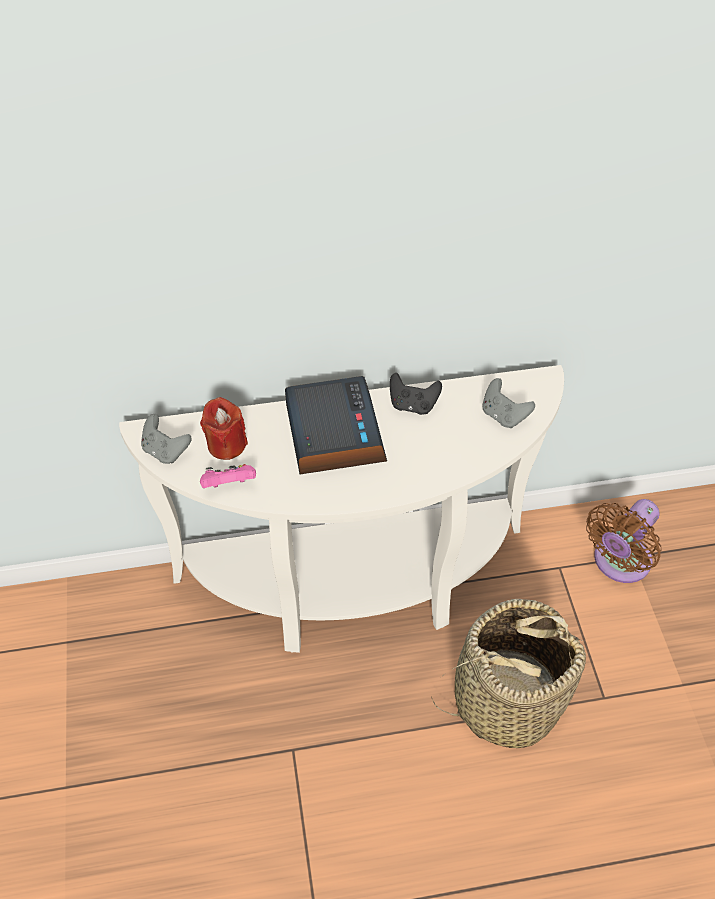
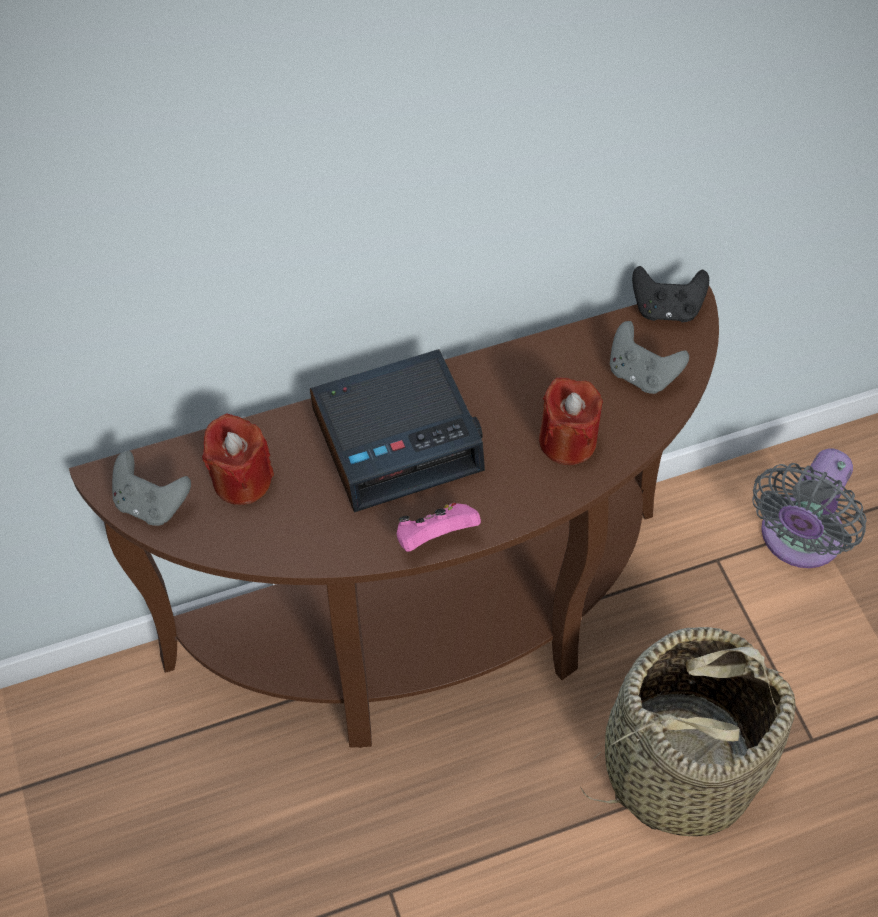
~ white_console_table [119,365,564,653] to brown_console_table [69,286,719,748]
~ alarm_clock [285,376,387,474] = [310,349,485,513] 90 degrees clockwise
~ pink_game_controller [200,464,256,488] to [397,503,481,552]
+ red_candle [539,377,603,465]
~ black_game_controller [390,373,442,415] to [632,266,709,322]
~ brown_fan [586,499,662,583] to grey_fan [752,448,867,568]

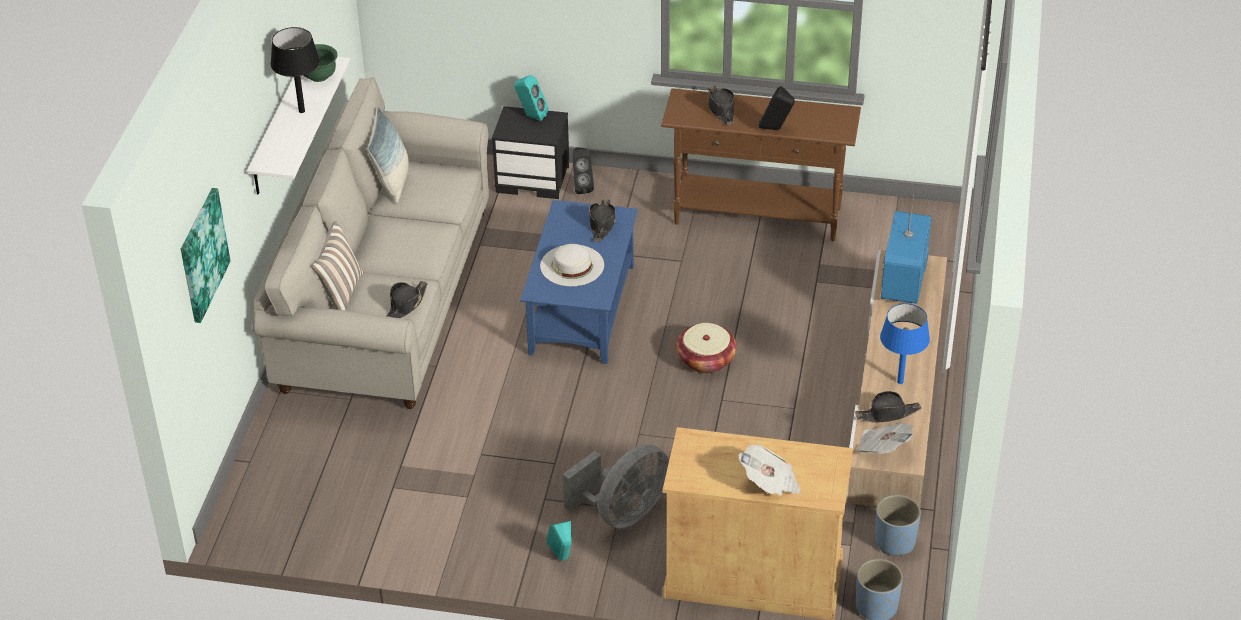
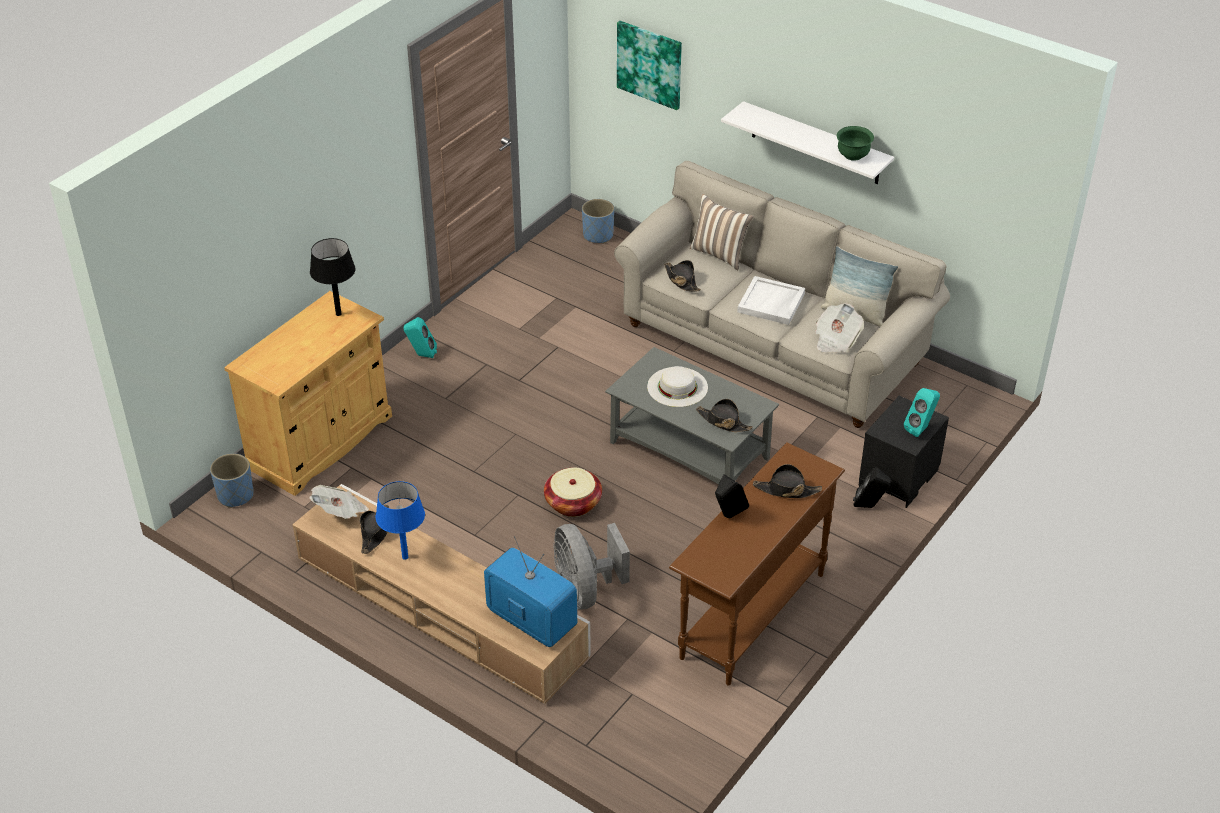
~ black_table_lamp [270,27,320,113] to [310,238,355,316]
~ grey_fan [563,444,669,529] to [554,523,630,609]
~ blue_planter [875,494,921,555] to [582,199,614,244]
~ blue_coffee_table [520,200,638,364] to grey_coffee_table [605,347,779,484]
+ white_tray [737,276,805,325]
~ newspaper [738,444,801,496] to [815,303,864,353]

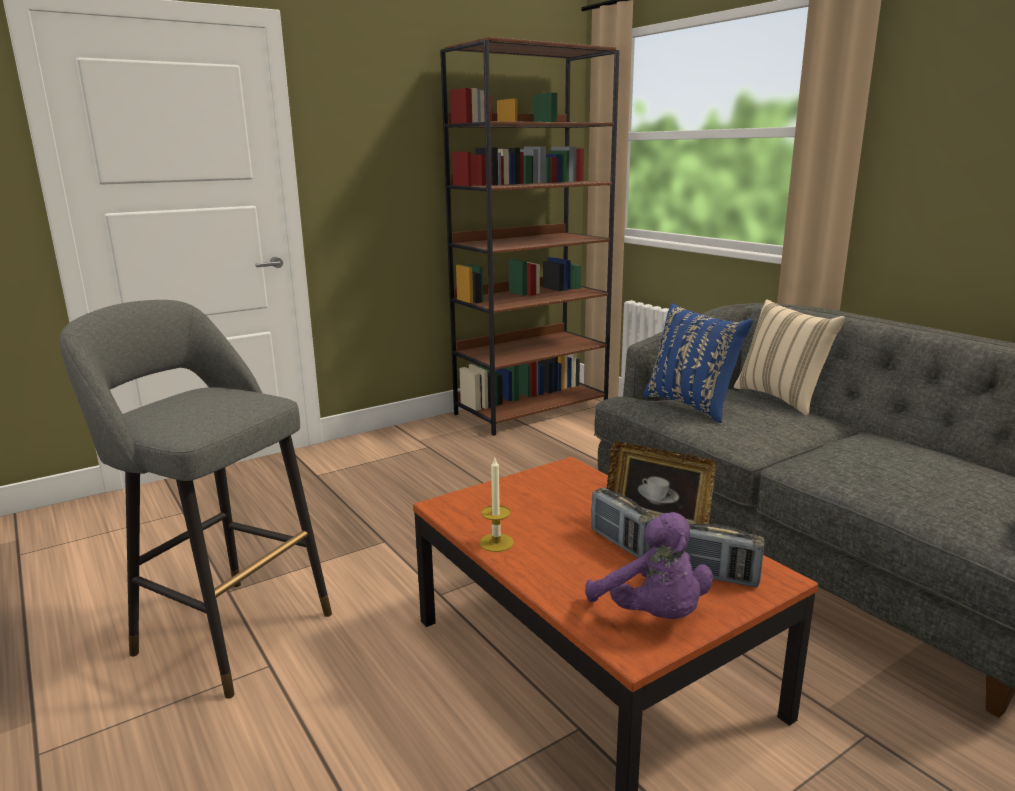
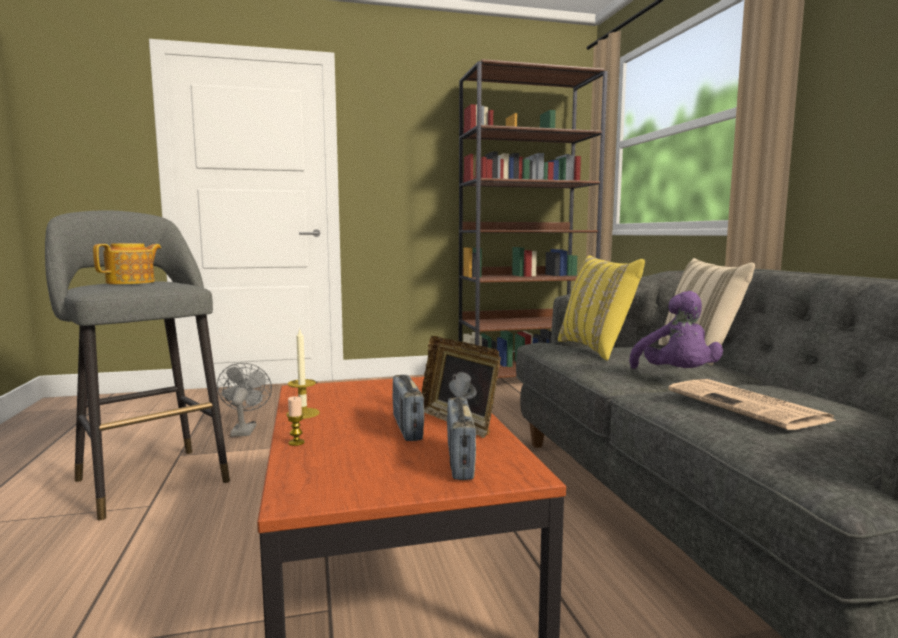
+ teapot [93,243,161,284]
+ grey_fan [217,363,272,437]
+ candle [287,396,305,446]
~ radio [685,523,765,587] = [447,397,476,480] 45 degrees clockwise
~ blue_pillow [643,303,753,423] to yellow_pillow [558,255,645,361]
~ purple_plush_toy [585,512,713,619] to [629,291,723,369]
+ newspaper [668,379,837,430]

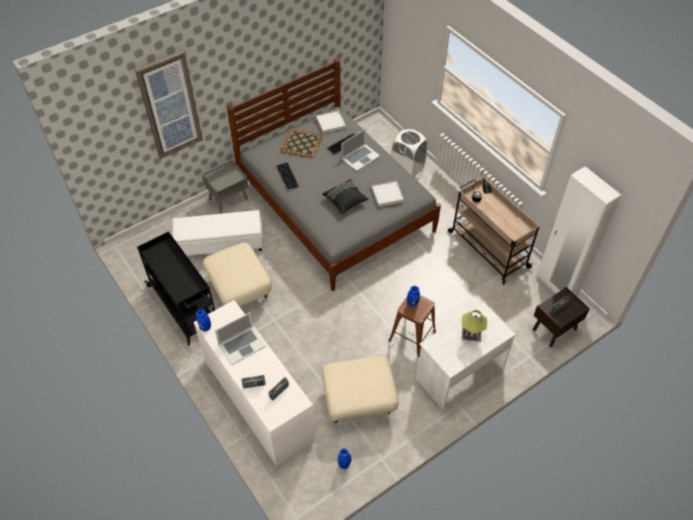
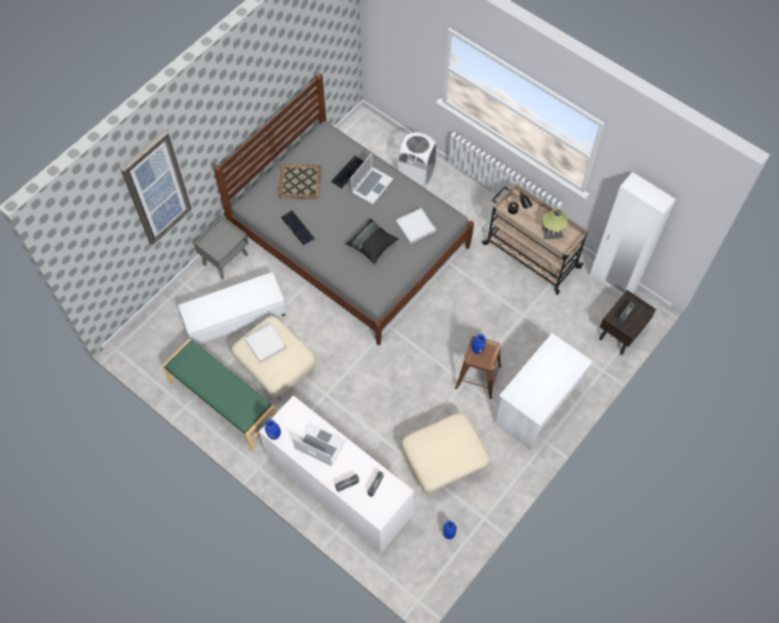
~ black_cart [137,231,215,346] to green_bench [162,338,276,451]
~ white_tray [316,110,346,133] to [245,323,287,363]
~ laptop [215,312,266,365] = [292,422,346,466] 105 degrees counterclockwise
~ table_lamp [462,310,487,342] to [542,209,568,239]

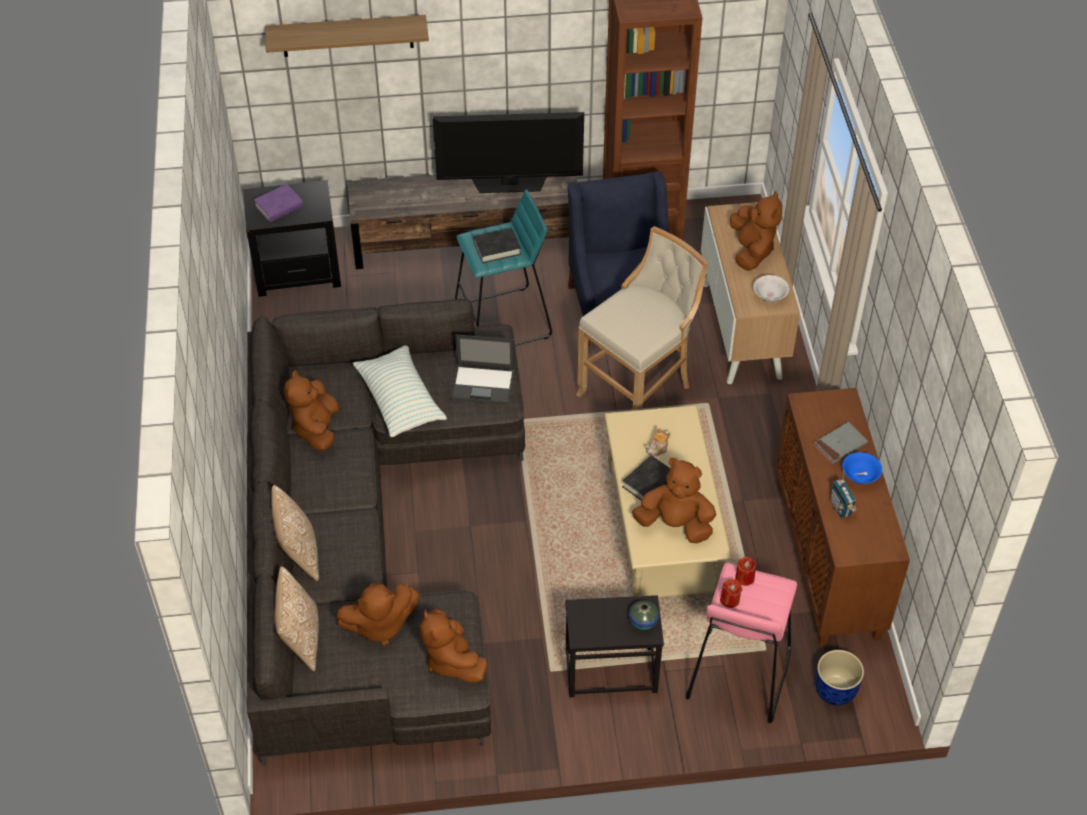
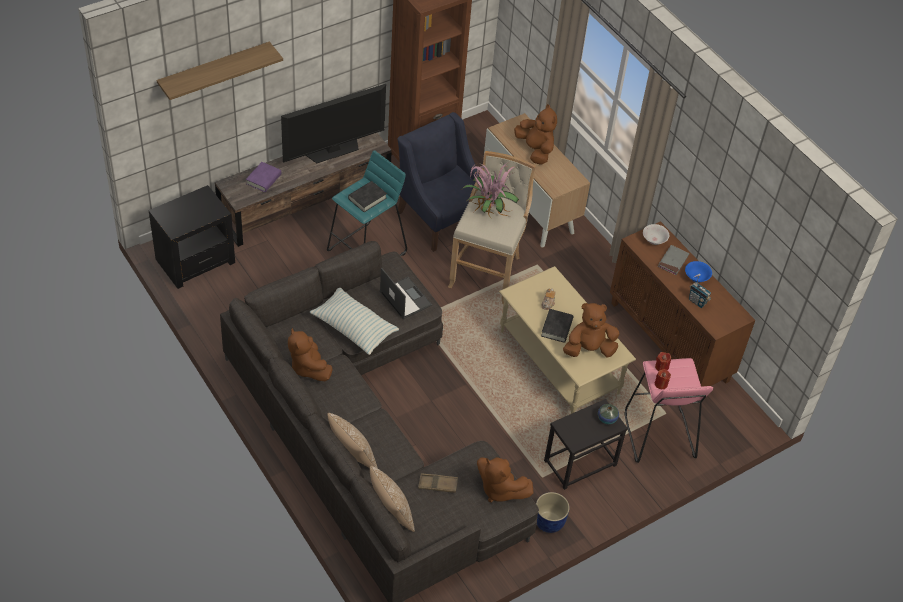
~ purple_book [254,184,304,222] to [246,162,282,192]
~ laptop [451,334,515,405] = [380,267,432,319] 105 degrees counterclockwise
~ brown_plush_toy [337,583,419,645] to brown_tray [418,473,458,493]
+ potted_plant [462,162,519,218]
~ blue_planter [815,650,864,706] to [536,492,570,533]
~ white_bowl [754,275,789,302] to [643,224,669,245]

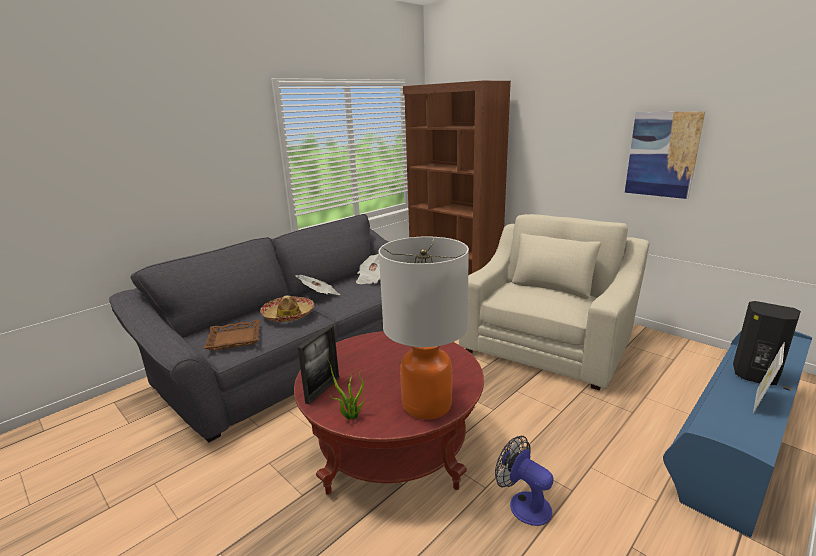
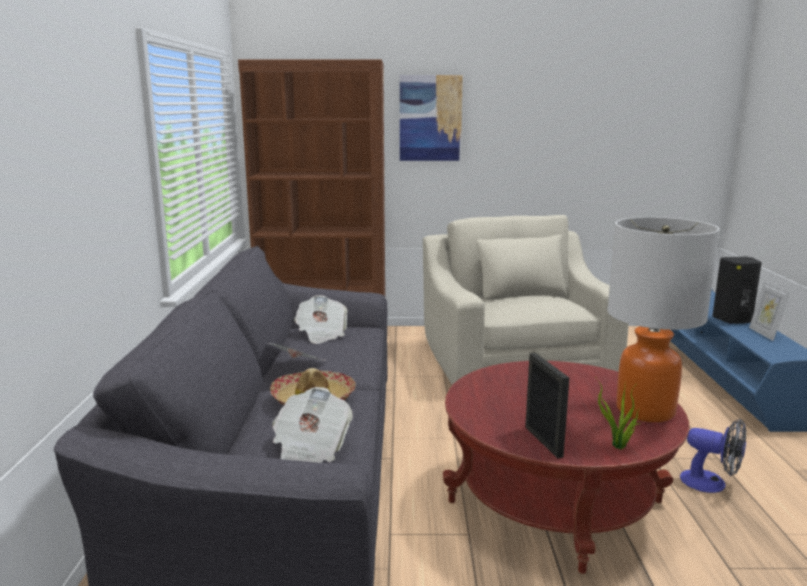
~ brown_tray [204,320,260,351] to newspaper [272,387,353,463]
~ picture [625,111,705,199] to [400,75,463,161]
~ fan [495,436,554,526] = [680,419,746,493] 150 degrees counterclockwise

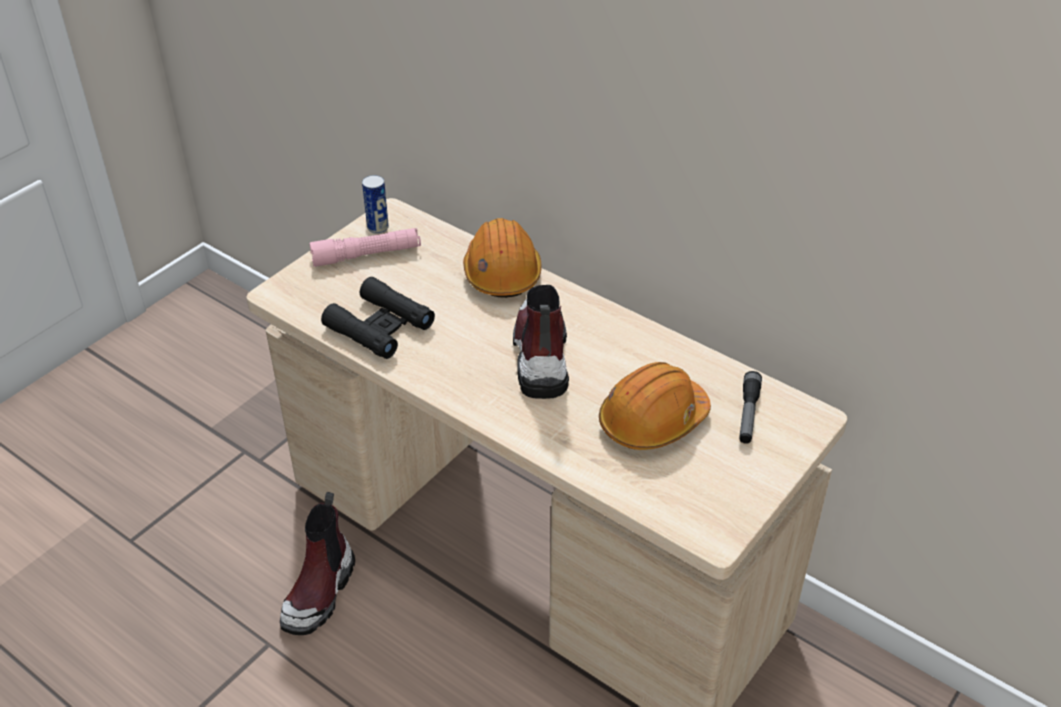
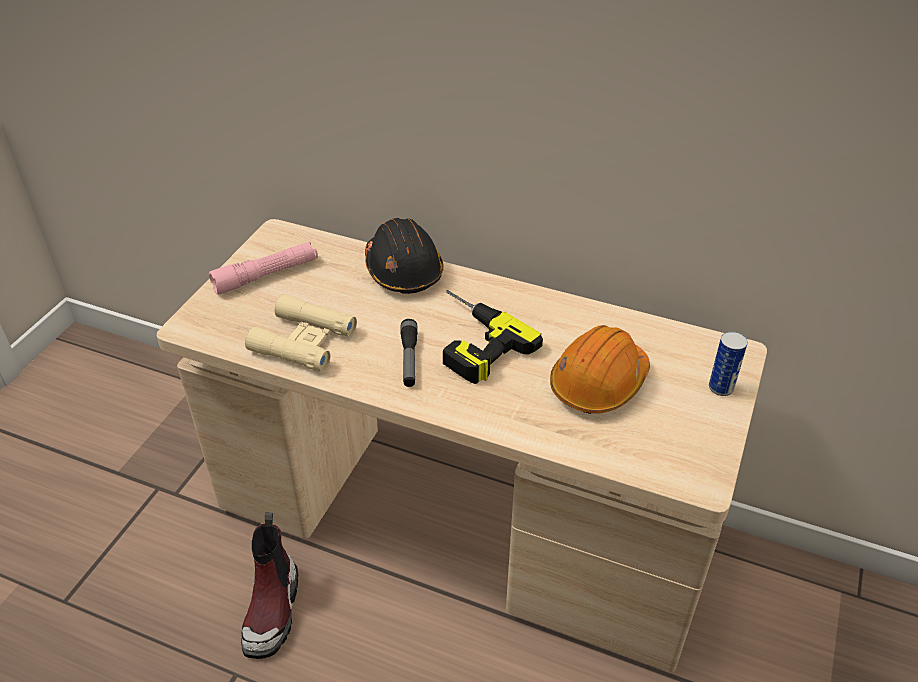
~ black_binoculars [321,277,435,359] to beige_binoculars [245,294,357,371]
~ orange_hard_hat [463,218,541,298] to black_hard_hat [365,218,444,294]
~ flashlight [739,371,762,444] to [400,319,418,387]
~ boot [513,285,569,399] to power_drill [443,290,543,384]
~ can [362,175,389,234] to [709,331,748,396]

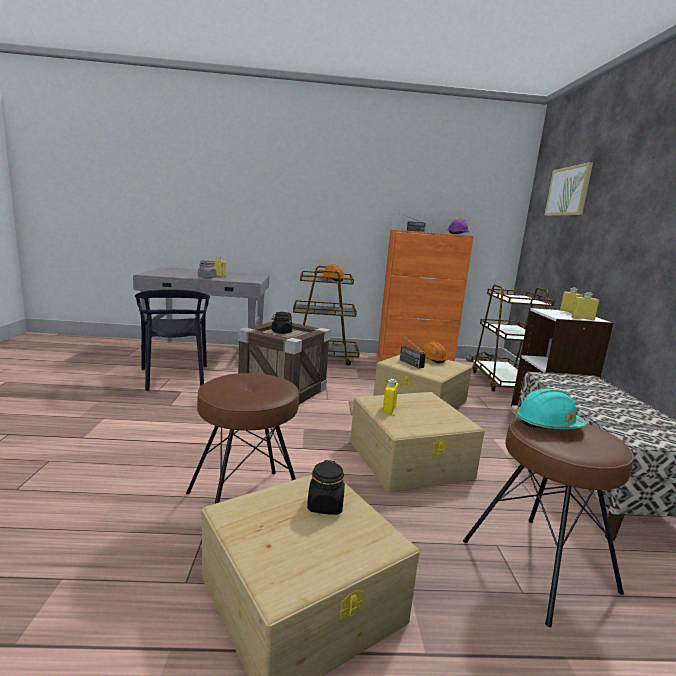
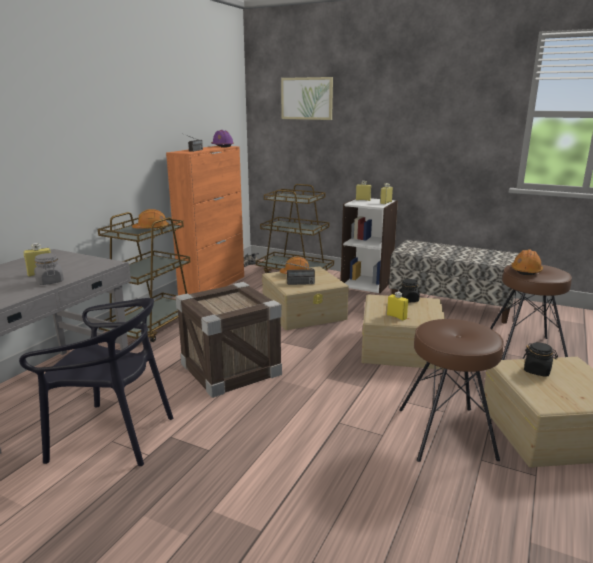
~ black_jar [272,312,292,334] to [399,279,420,302]
~ turquoise_hard_hat [515,387,587,429] to orange_hard_hat [511,249,543,276]

